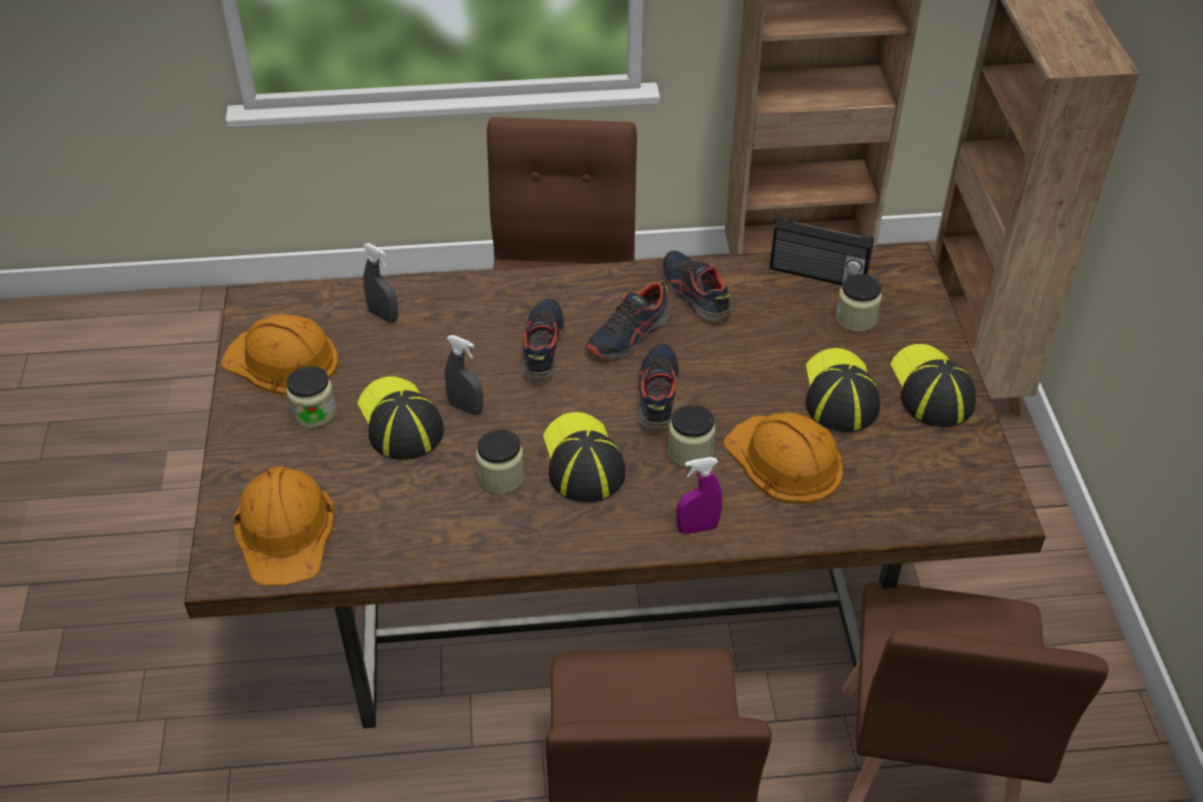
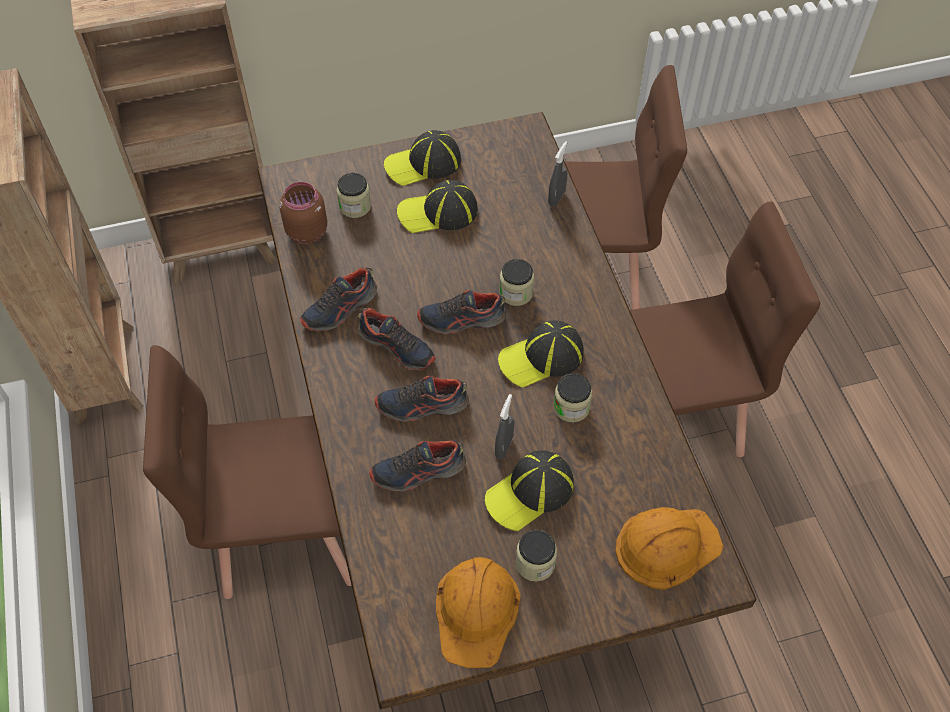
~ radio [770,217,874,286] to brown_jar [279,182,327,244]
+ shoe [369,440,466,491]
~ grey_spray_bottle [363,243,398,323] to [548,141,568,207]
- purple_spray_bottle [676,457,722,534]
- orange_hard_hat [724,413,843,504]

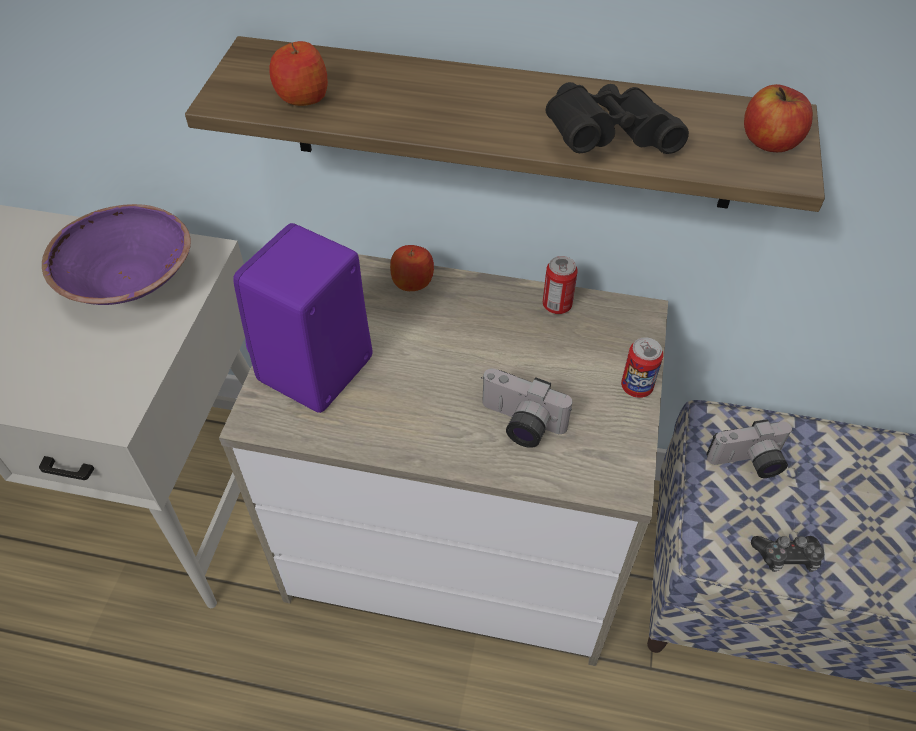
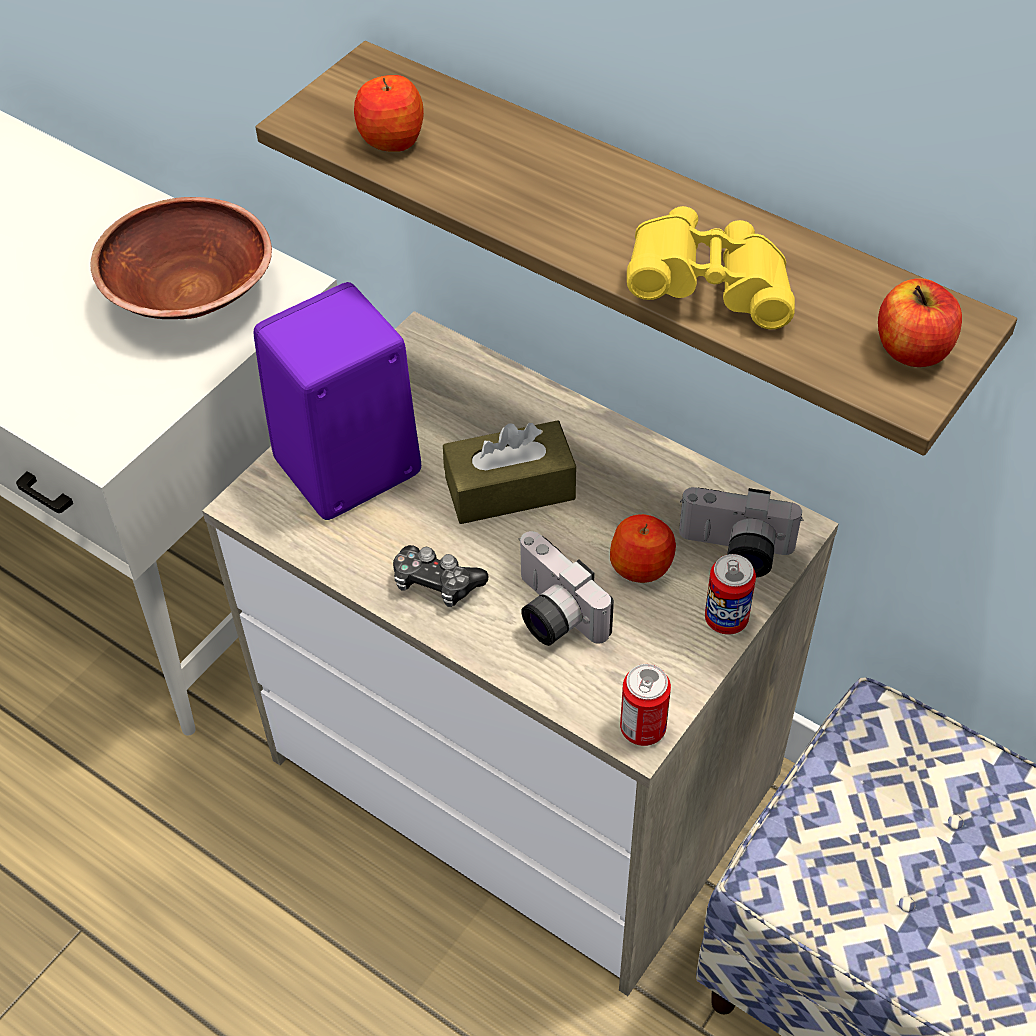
~ purple_bowl [42,204,191,305] to brown_bowl [91,197,272,319]
~ game_controller [751,536,824,572] to [393,545,488,607]
+ brown_tissue_box [443,420,576,524]
~ apple [390,245,434,291] to [610,514,676,583]
~ can [543,256,578,314] to [620,664,671,746]
~ black_binoculars [546,82,689,154] to yellow_binoculars [627,206,795,329]
~ photo_camera [706,419,792,478] to [679,487,804,578]

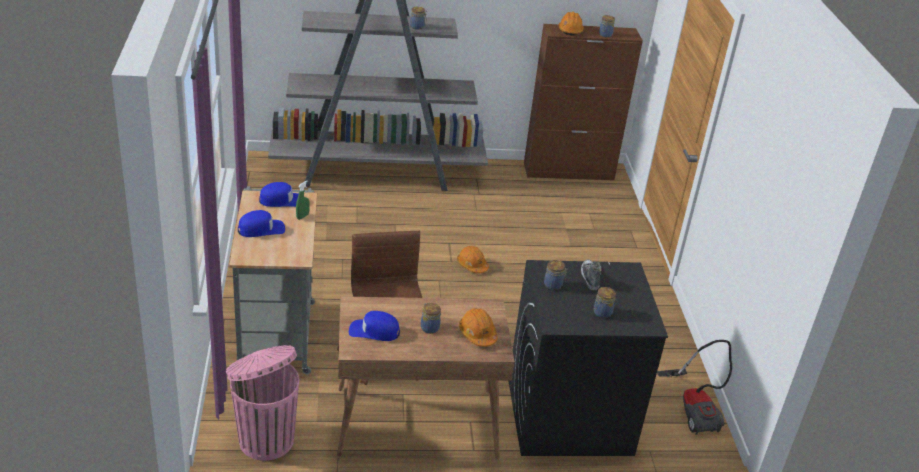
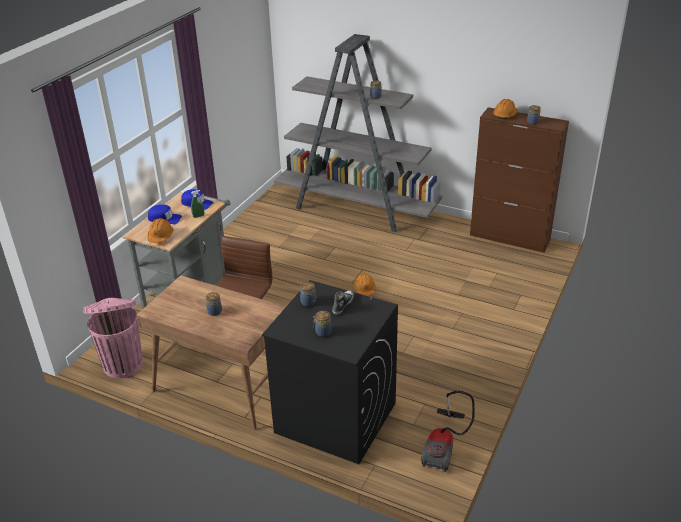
~ orange_hard_hat [459,308,498,347] to [148,218,173,243]
- blue_cap [349,311,400,341]

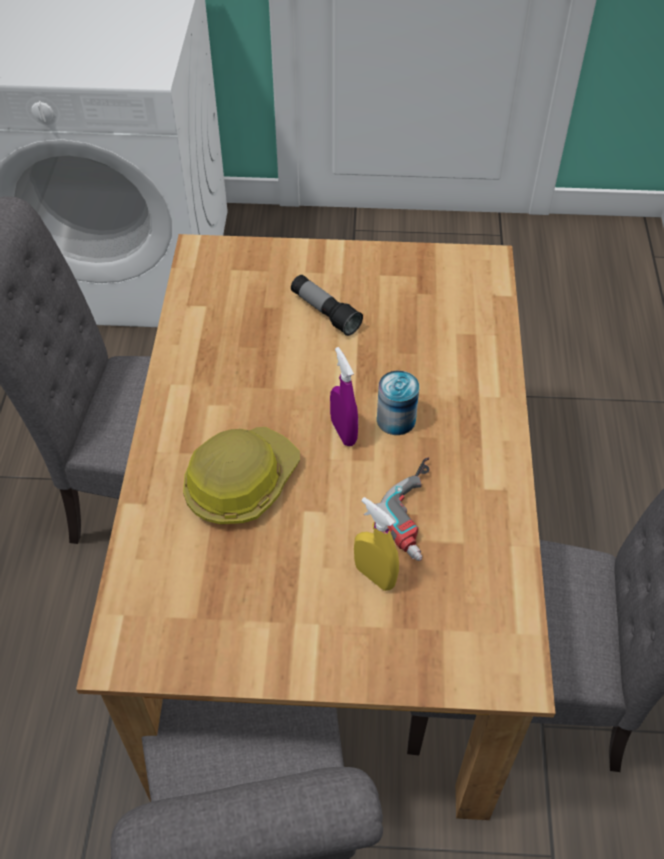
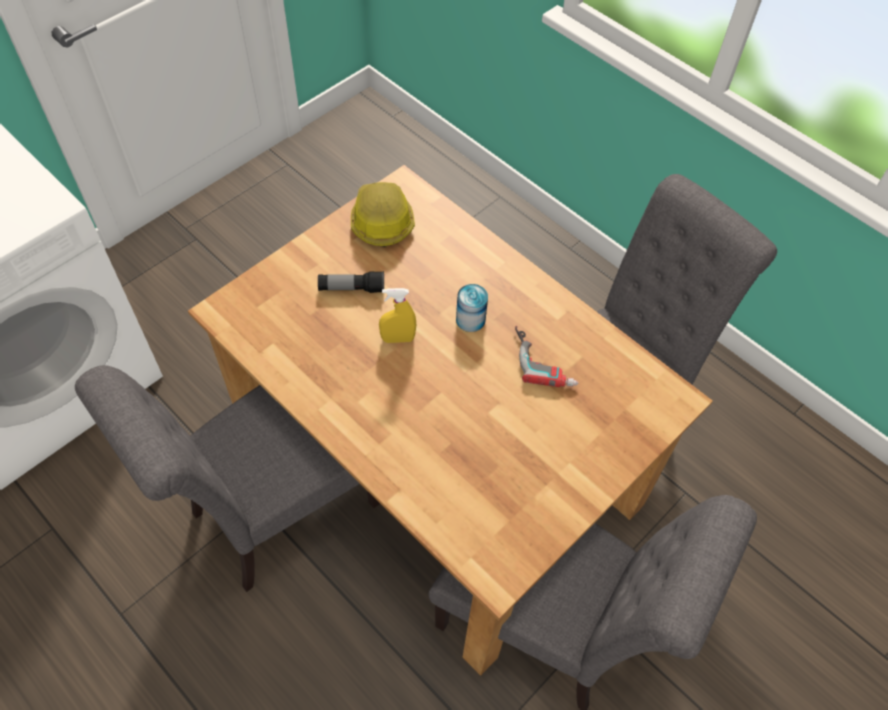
~ hard_hat [183,427,300,524] to [351,182,415,247]
~ yellow_spray_bottle [354,497,399,591] to [379,288,416,343]
- purple_spray_bottle [330,347,358,446]

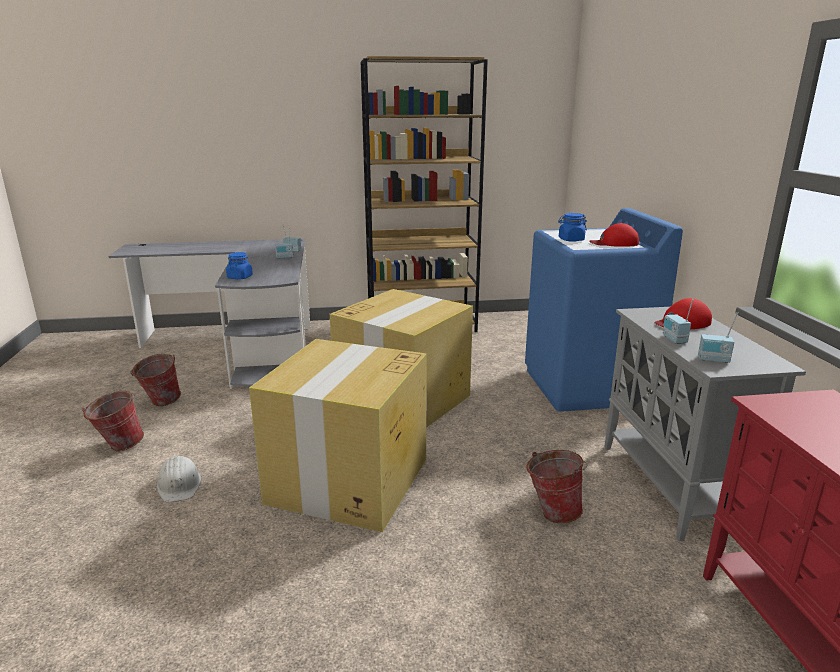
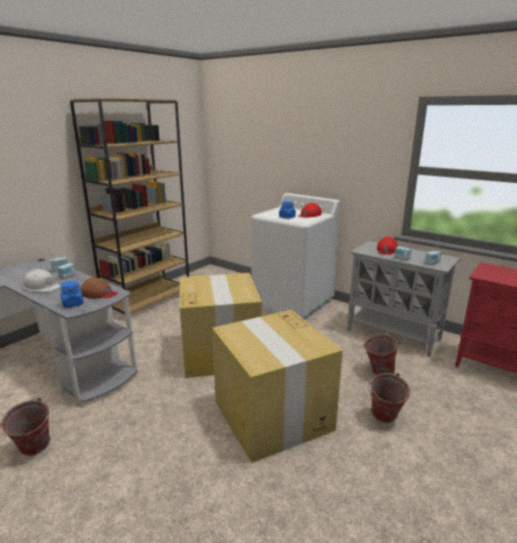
~ white_hard_hat [157,456,201,503] to [23,269,61,292]
+ brown_cap [80,277,118,298]
~ blue_washing_machine [525,208,683,412] to white_washing_machine [251,193,341,320]
~ bucket [82,391,144,451] to [368,373,410,423]

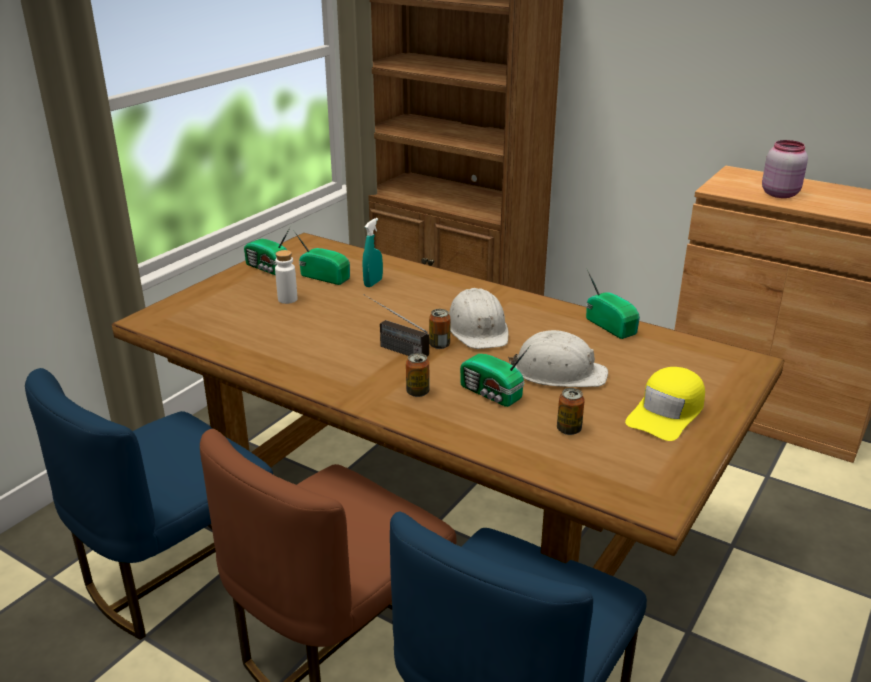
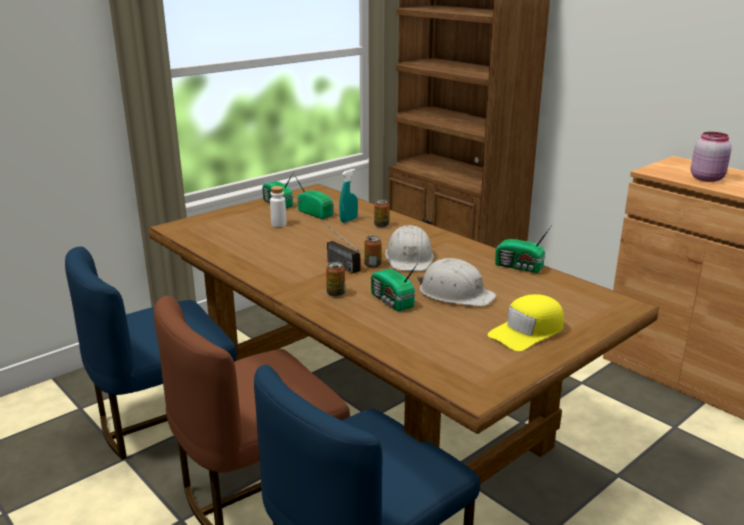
~ can [557,388,585,435] to [374,199,389,228]
~ radio [586,269,640,339] = [495,225,552,273] 135 degrees clockwise

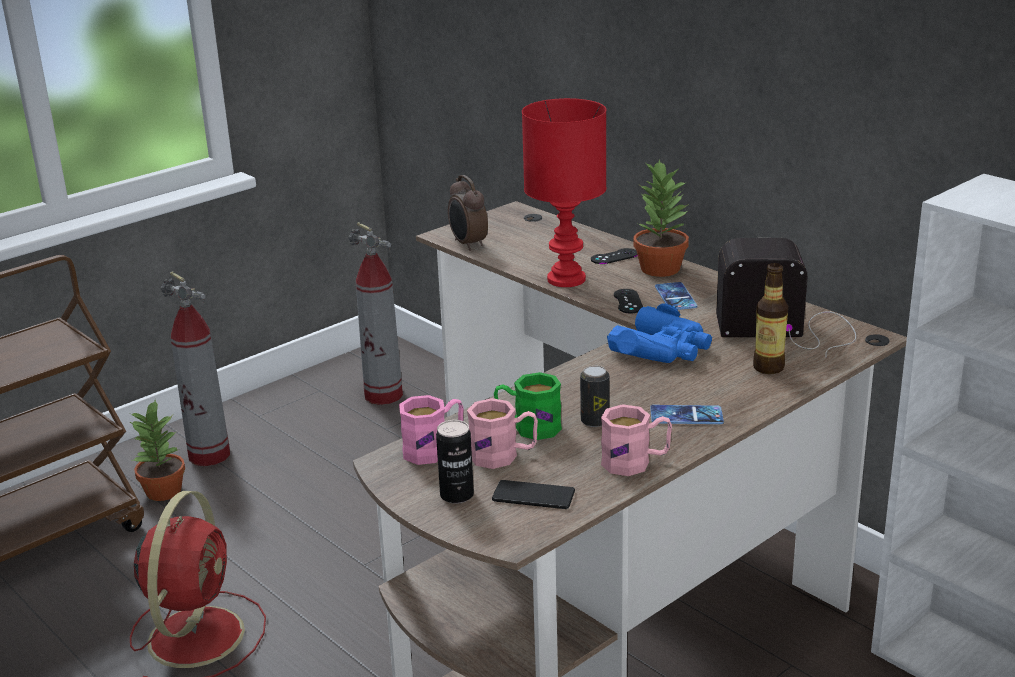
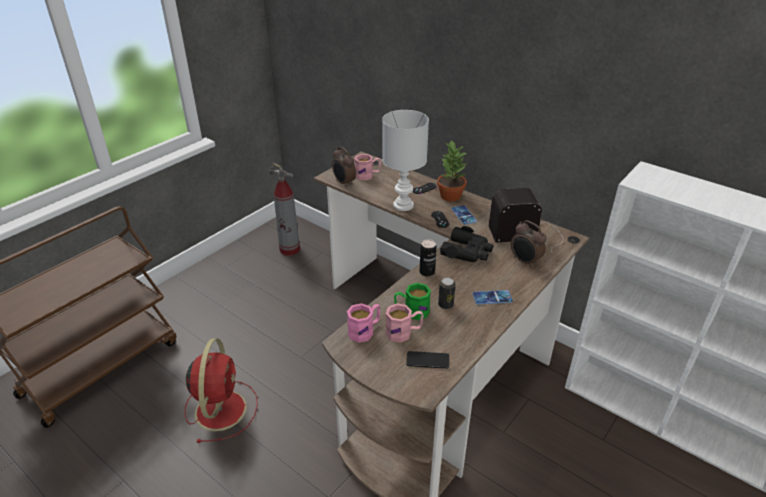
~ pink_mug [601,404,672,476] to [355,154,381,181]
~ red_table_lamp [522,98,606,287] to white_table_lamp [382,110,429,211]
~ can [436,420,474,504] to [419,239,437,277]
~ blue_binoculars [607,303,712,363] to black_binoculars [440,226,494,262]
~ bottle [753,263,788,374] to alarm_clock [511,220,546,268]
- potted_plant [130,399,185,501]
- fire_extinguisher [161,271,230,466]

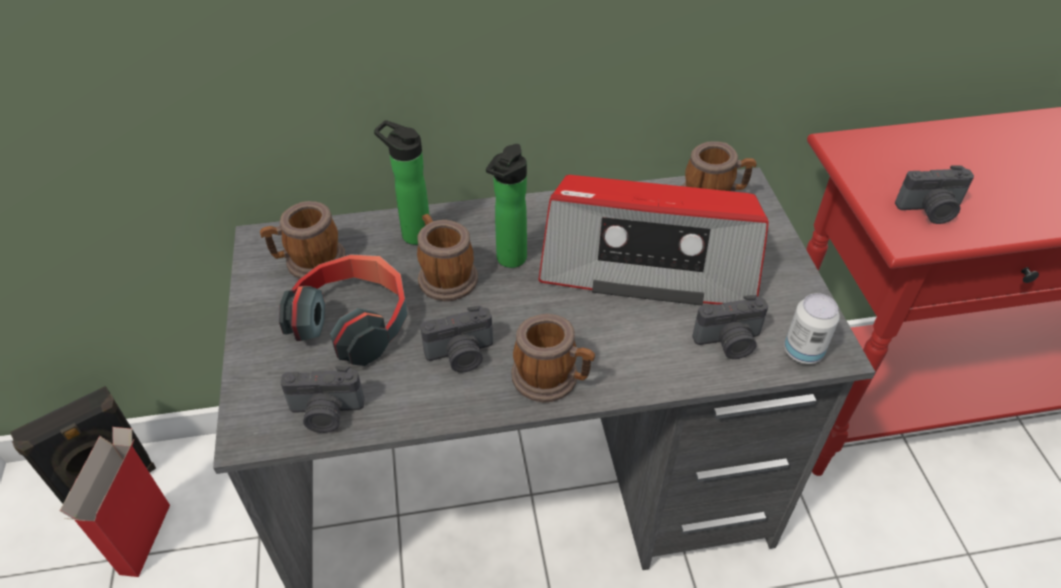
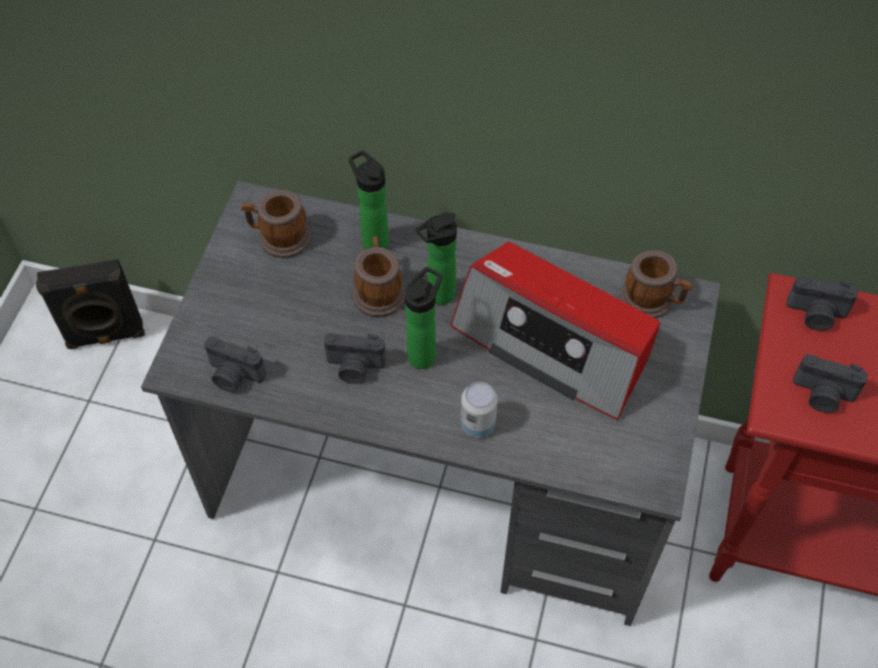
+ bottle [405,267,442,369]
~ can [784,293,840,364] to [461,382,498,437]
~ photo_camera [692,295,768,359] to [787,276,858,331]
- cardboard_box [60,427,170,577]
- headphones [279,254,408,366]
- mug [511,314,595,402]

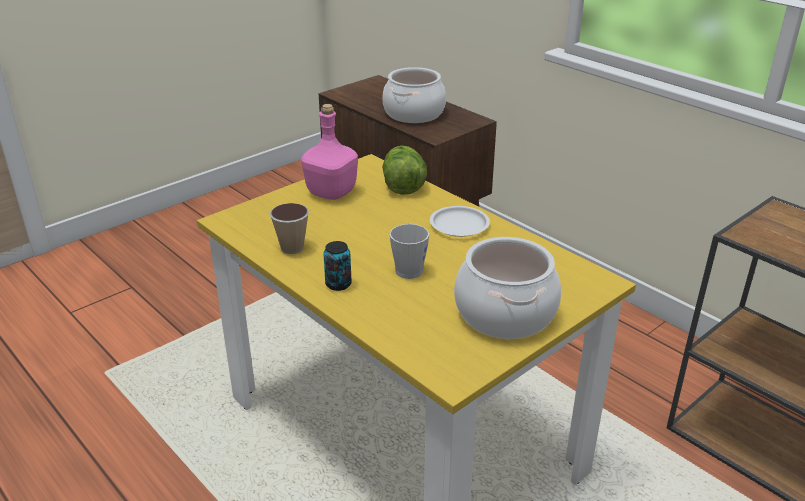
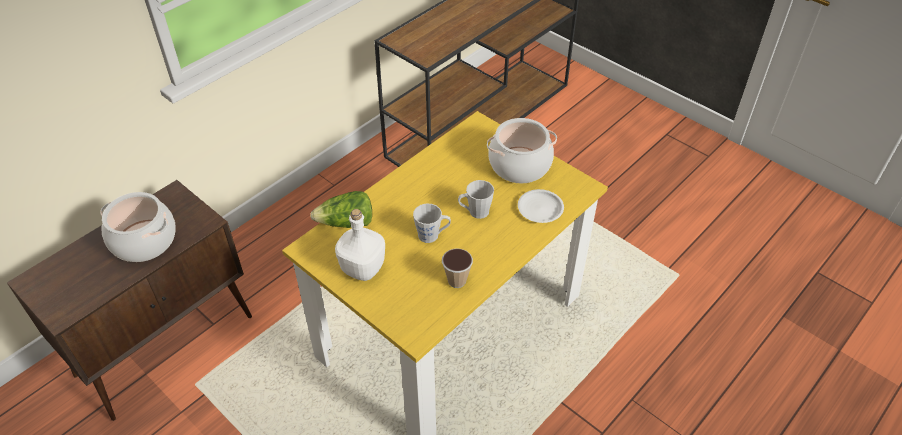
~ pink_bottle [301,104,358,200] to white_bottle [335,209,385,281]
+ grey_mug [413,204,451,243]
~ white_plate [430,206,490,237] to [518,189,564,223]
- can [323,241,352,291]

